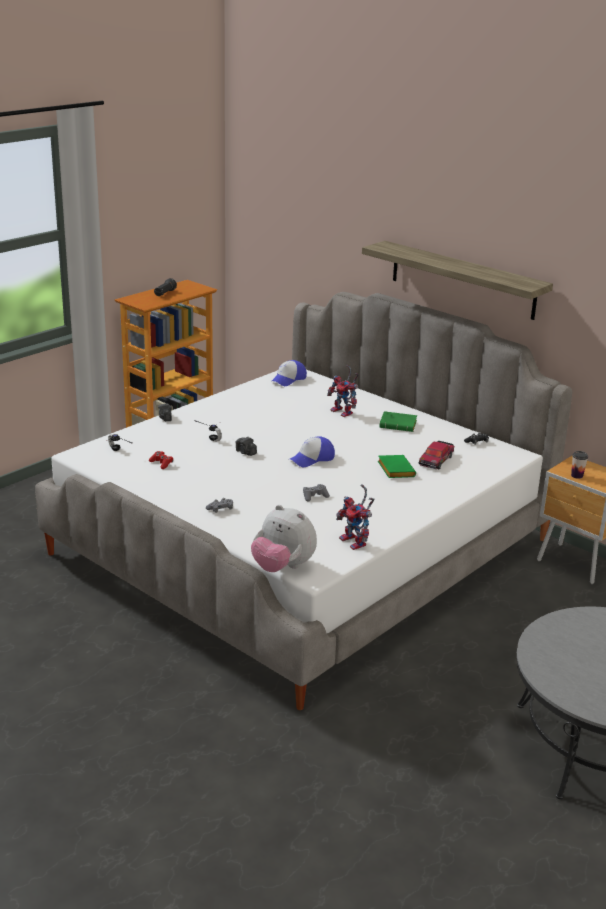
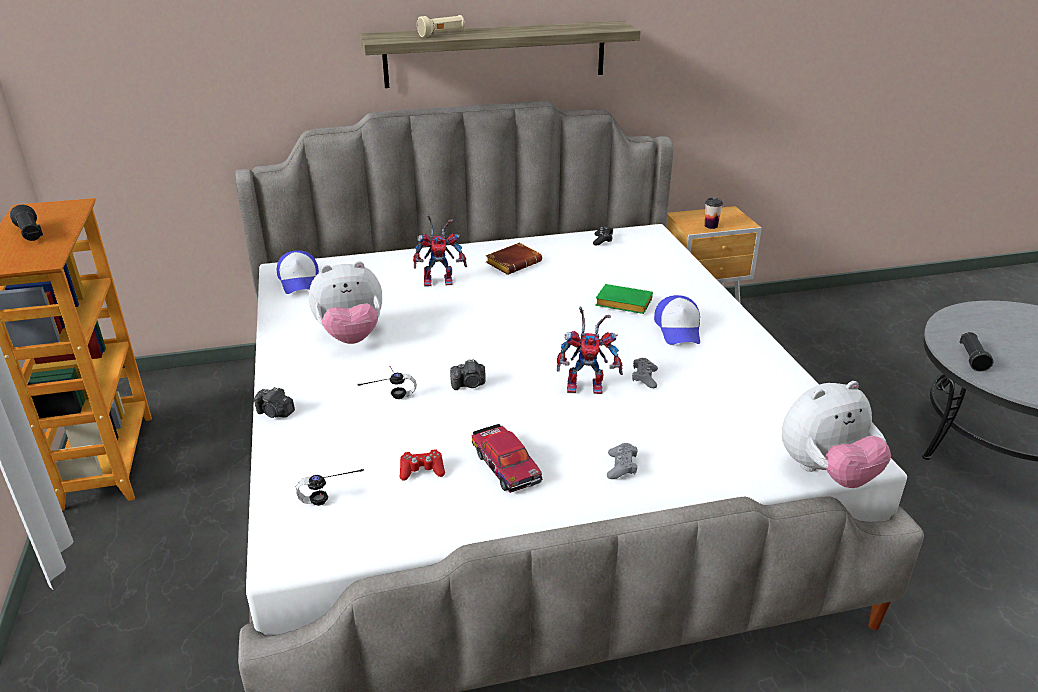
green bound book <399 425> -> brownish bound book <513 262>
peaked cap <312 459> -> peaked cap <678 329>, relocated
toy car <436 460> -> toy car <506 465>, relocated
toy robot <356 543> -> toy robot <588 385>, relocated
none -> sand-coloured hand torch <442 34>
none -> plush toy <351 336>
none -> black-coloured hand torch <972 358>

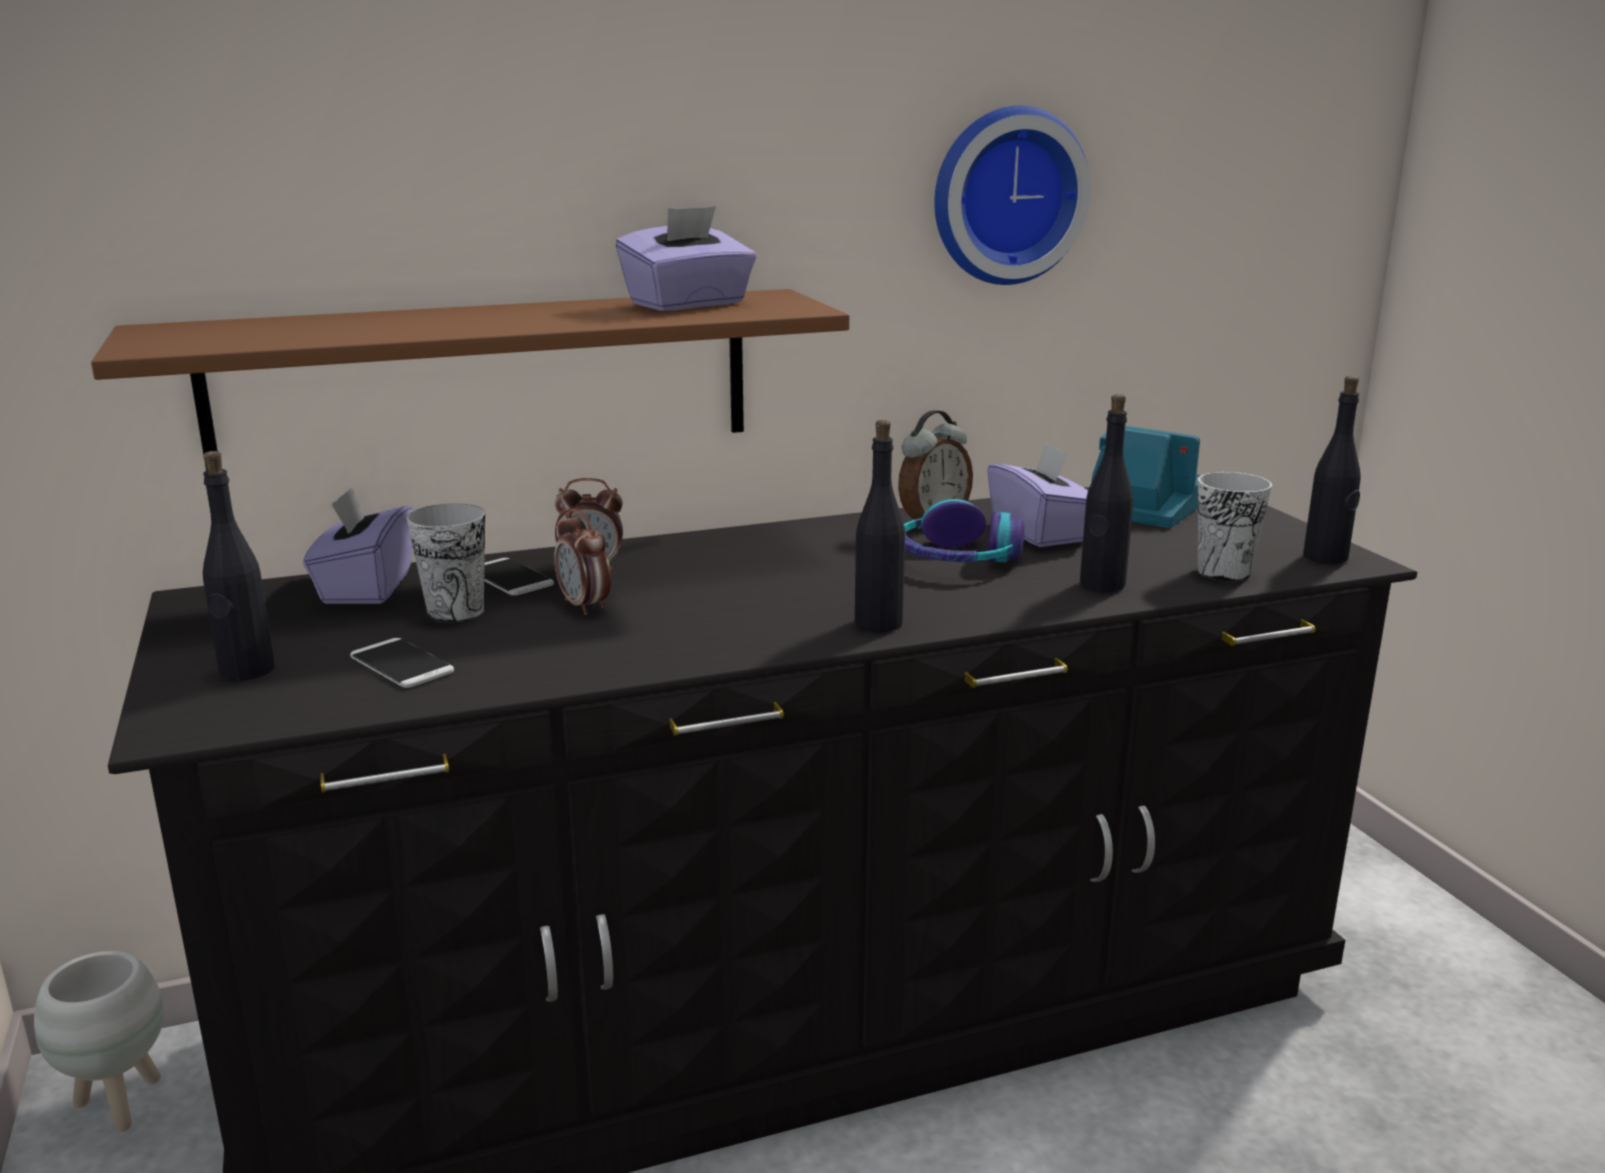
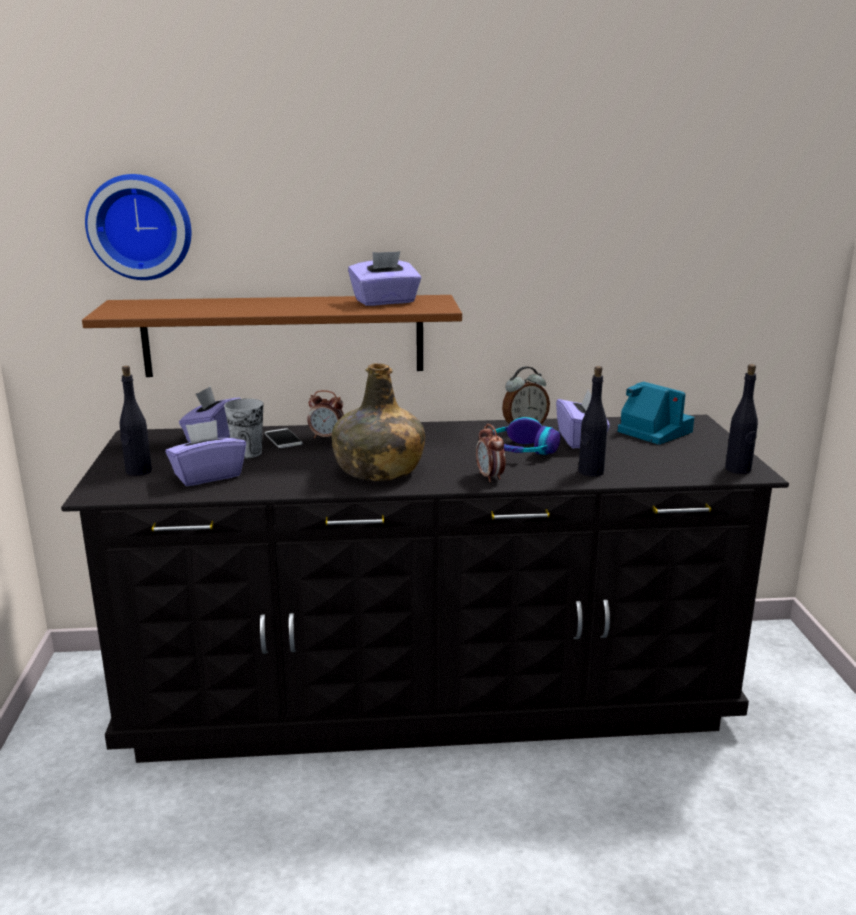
clock on the wall <1005 195> -> clock on the wall <140 227>, relocated
black-coloured drink bottle <879 623> -> none
small cup <1223 572> -> none
bedside clock <585 606> -> bedside clock <490 477>, relocated
phone <401 664> -> purple box of tissues <208 476>
whitish flower pot <121 1104> -> none
none -> green drink bottle <378 470>

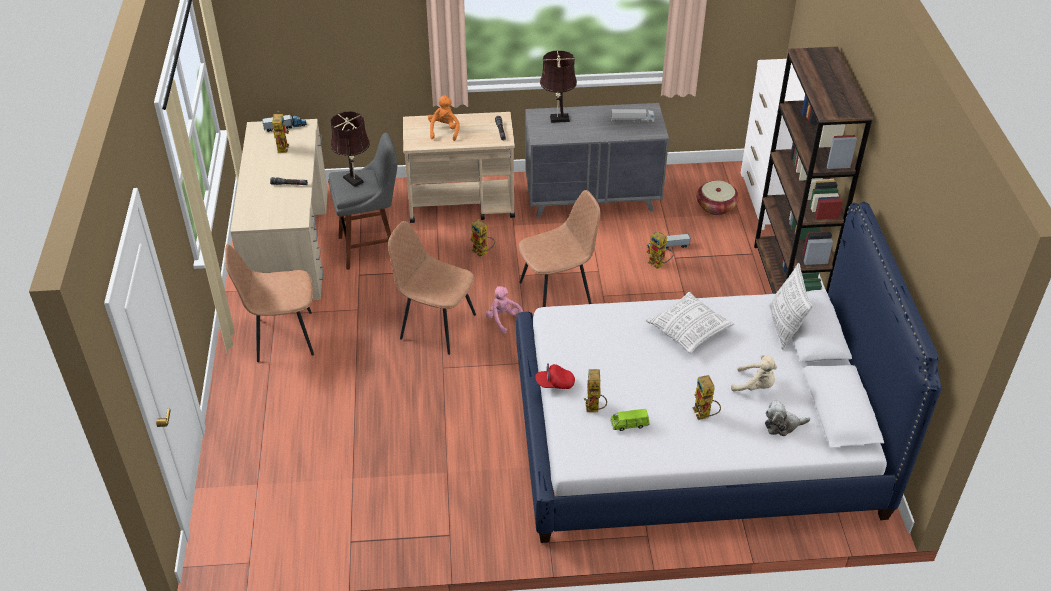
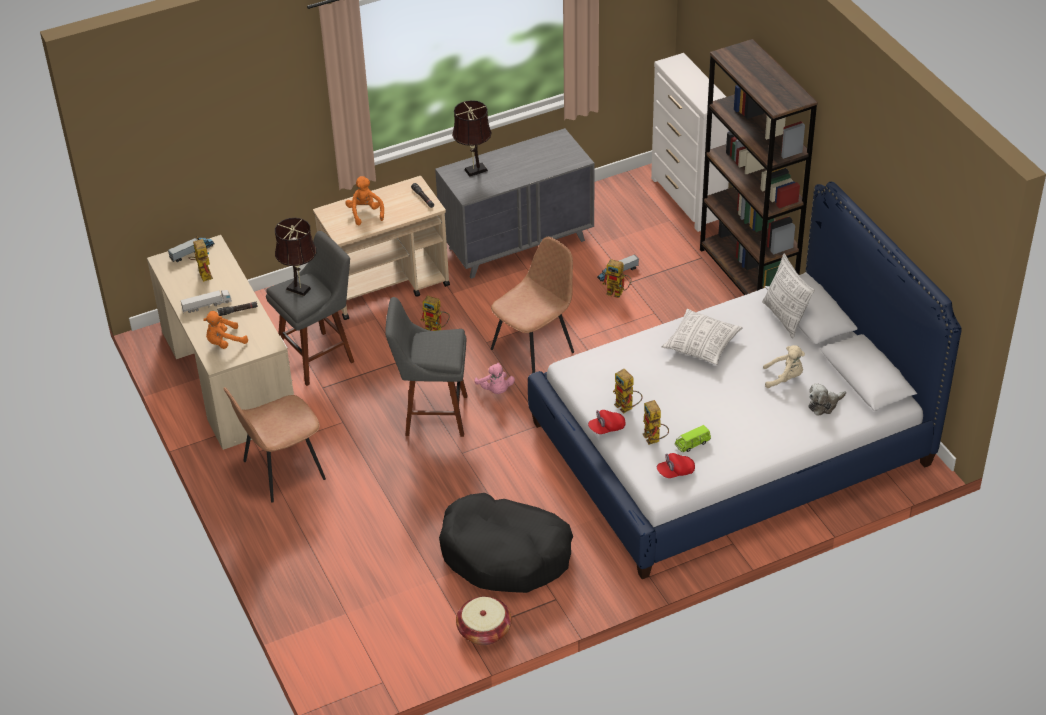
toy lorry <632 120> -> toy lorry <206 305>, relocated
storage basket <716 206> -> storage basket <484 630>, relocated
brownish chair <436 326> -> greyish sitting stool <432 415>
pink-coloured plush toy <503 320> -> pink-coloured plush toy <495 390>, 150 degrees counterclockwise
toy robot <704 415> -> toy robot <627 408>, relocated
none -> orange plush toy <224 342>
none -> red peaked cap <675 472>
none -> black-coloured pet bed <505 554>

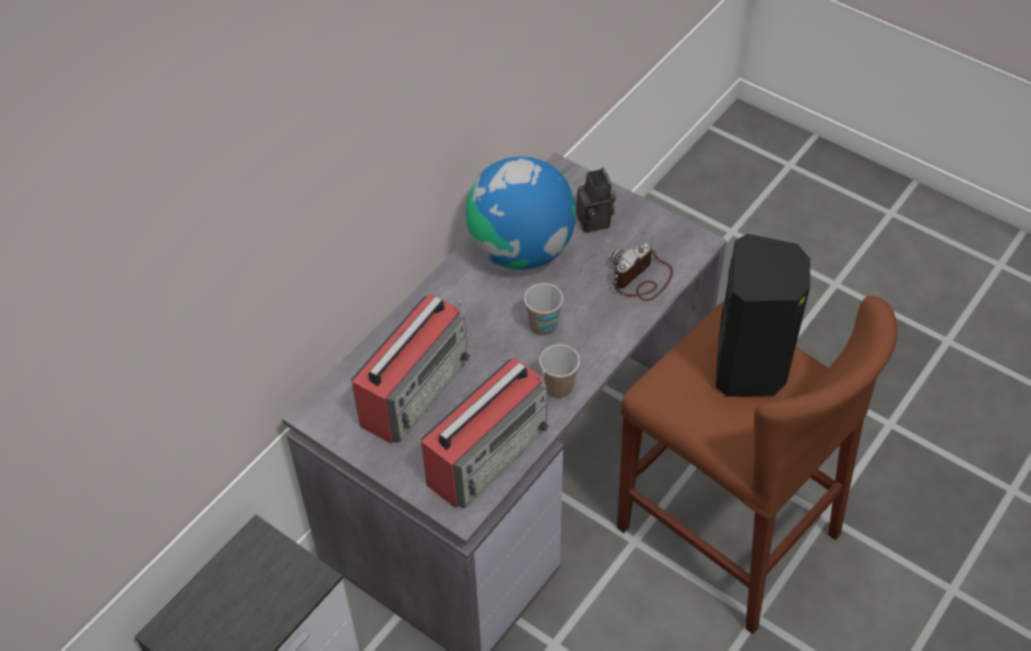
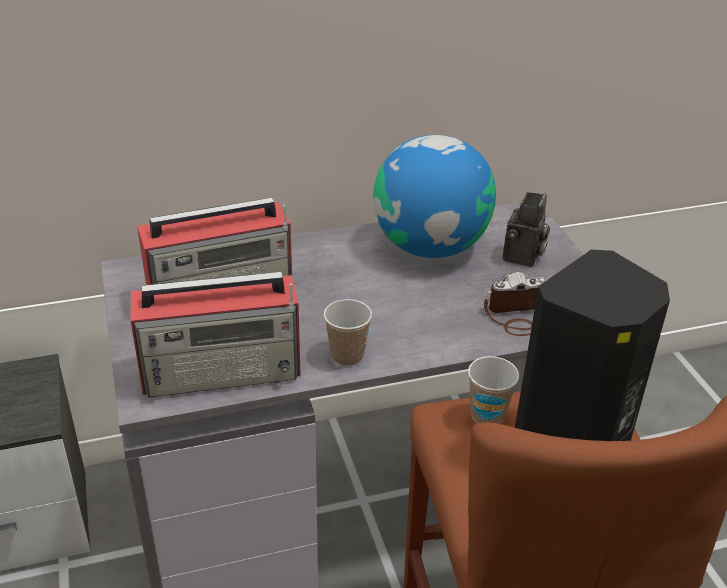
small cup <543 326> -> small cup <487 415>, relocated

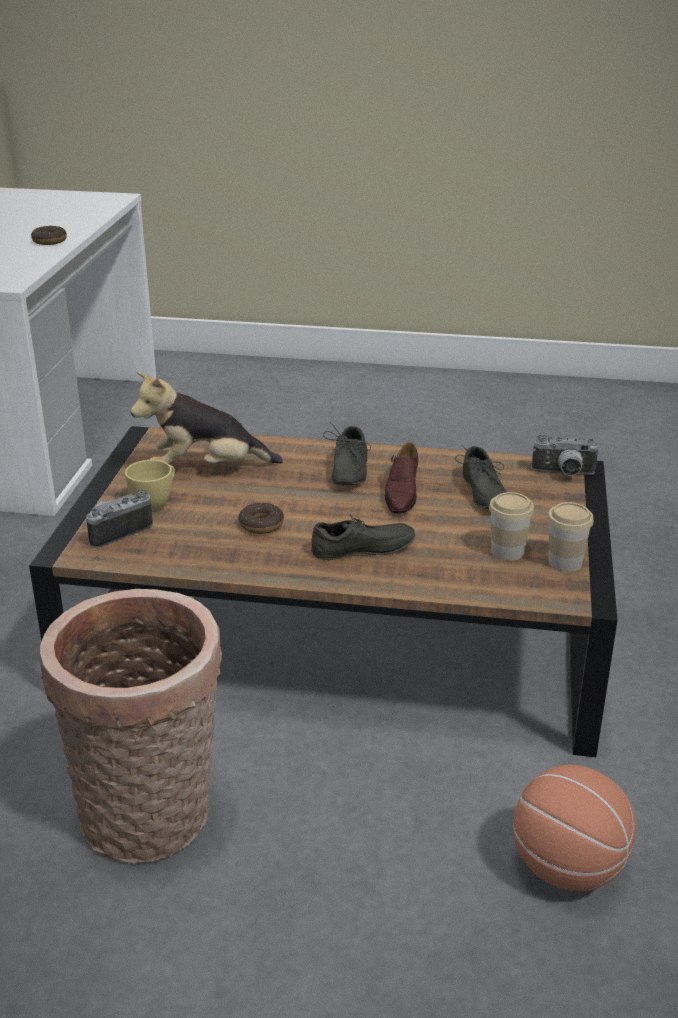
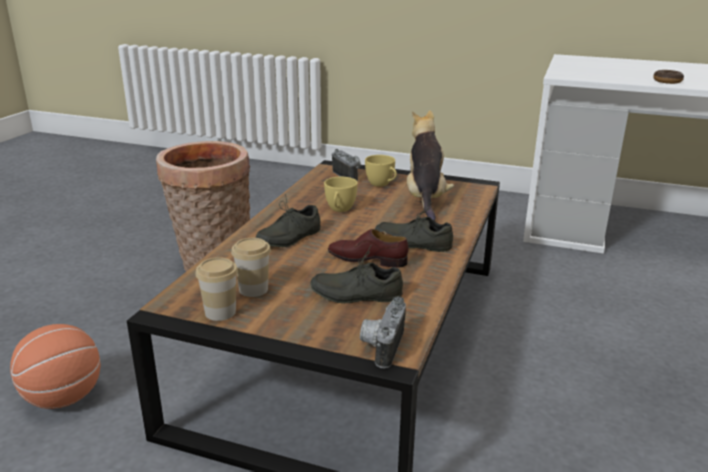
ring doughnut <261 525> -> yellow-coloured small cup <339 210>
greyish shoe <363 551> -> greyish shoe <287 237>, 45 degrees clockwise

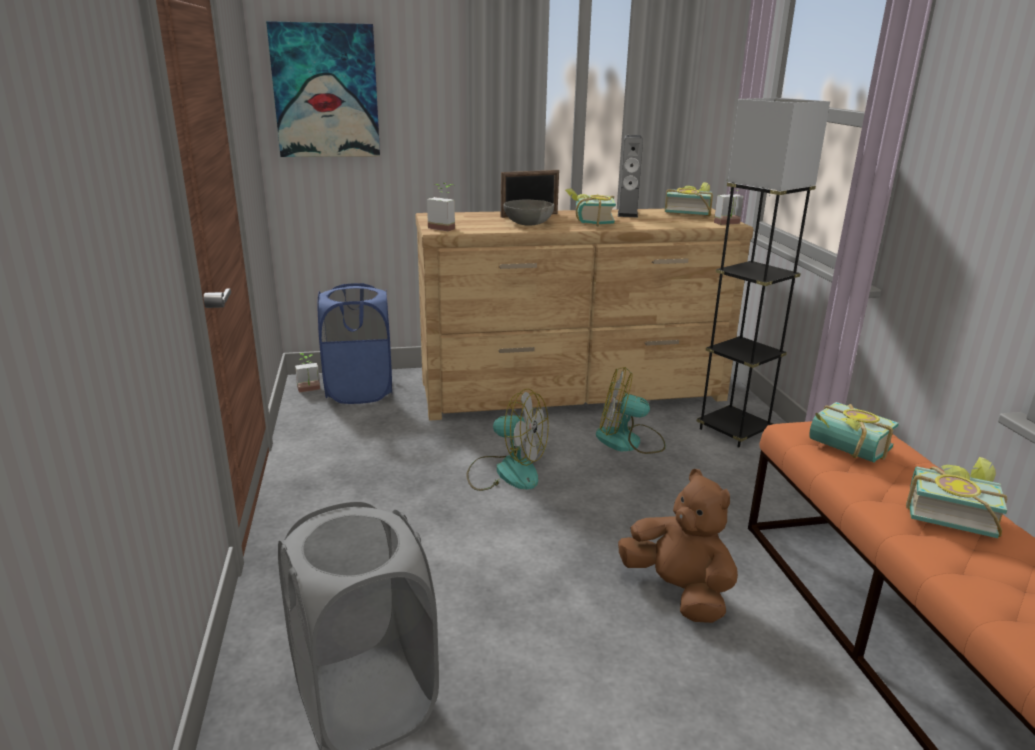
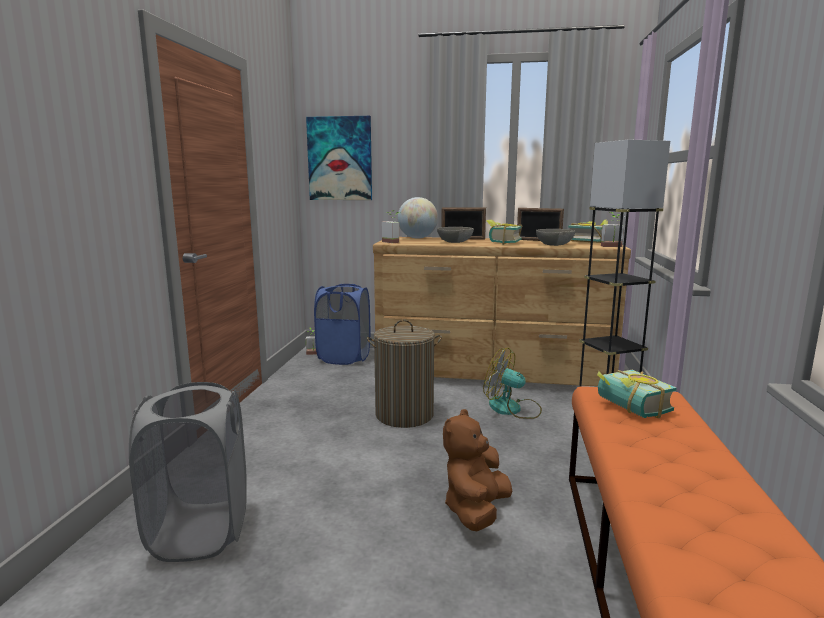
loudspeaker <627 214> -> picture frame <538 240>
electric fan <506 472> -> hamper <404 415>
bound book <949 512> -> none
brownish plush toy <678 591> -> brownish plush toy <476 511>, 135 degrees counterclockwise
none -> globe <417 238>
none -> greyish serving bowl <554 245>

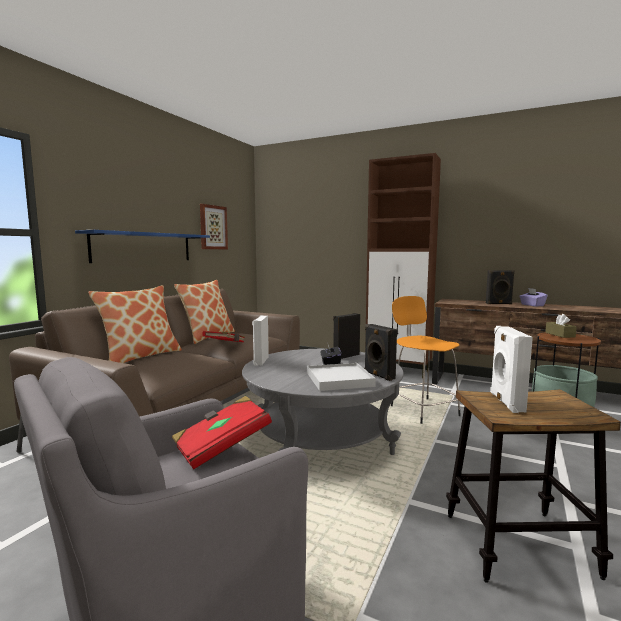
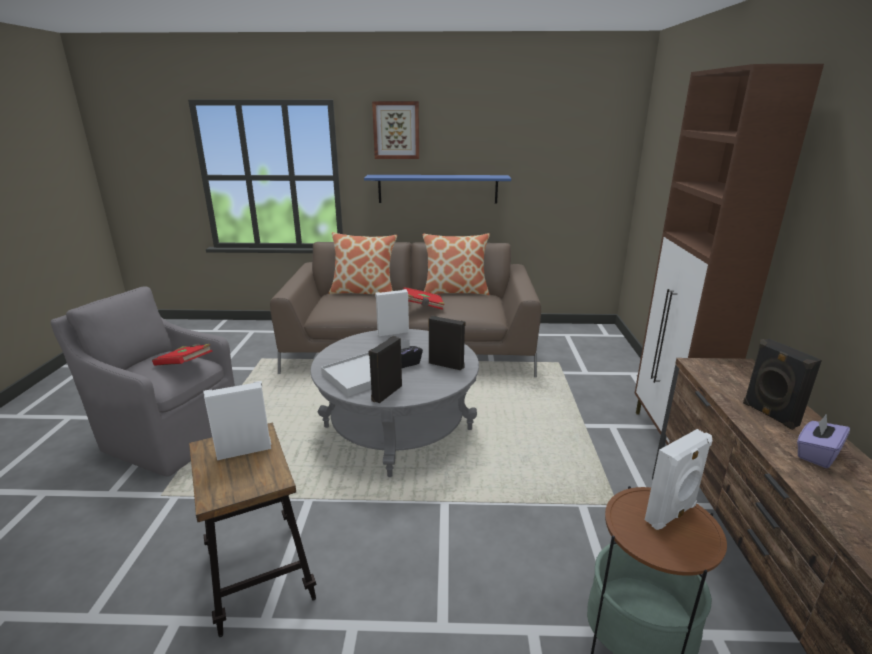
wall art <213 227> -> wall art <396 130>, relocated
orange sitting stool <422 410> -> none
brownish box of tissues <560 335> -> whitish loudspeaker <671 514>

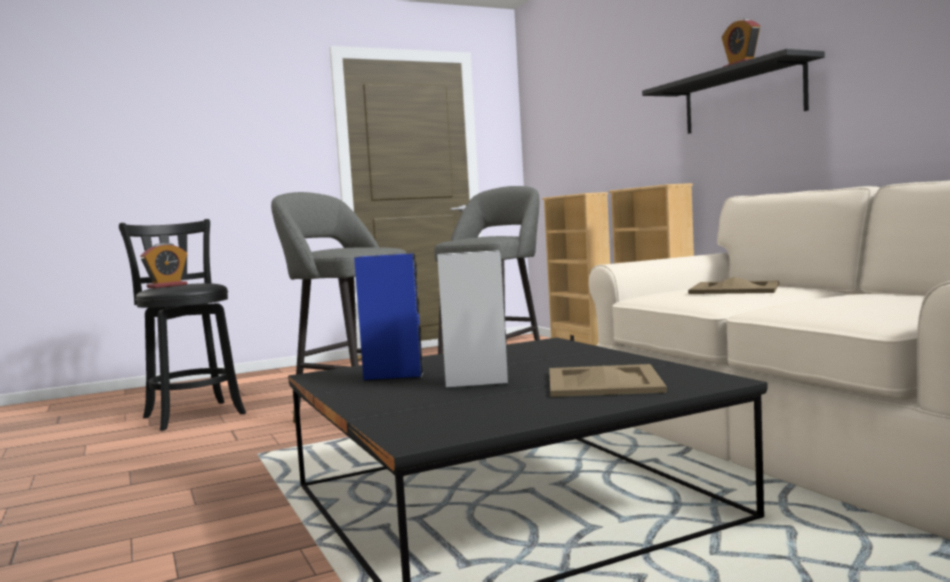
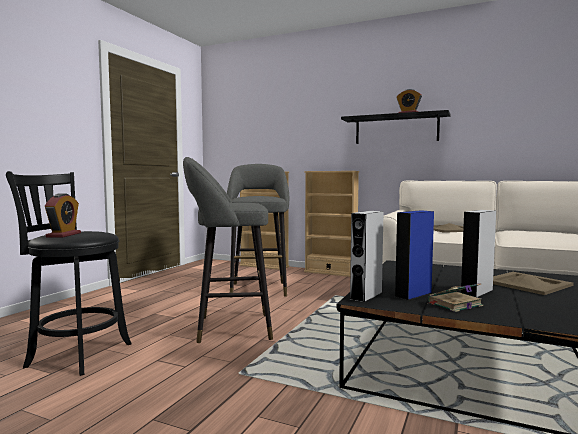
none -> greyish loudspeaker <366 296>
none -> bound book <454 304>

